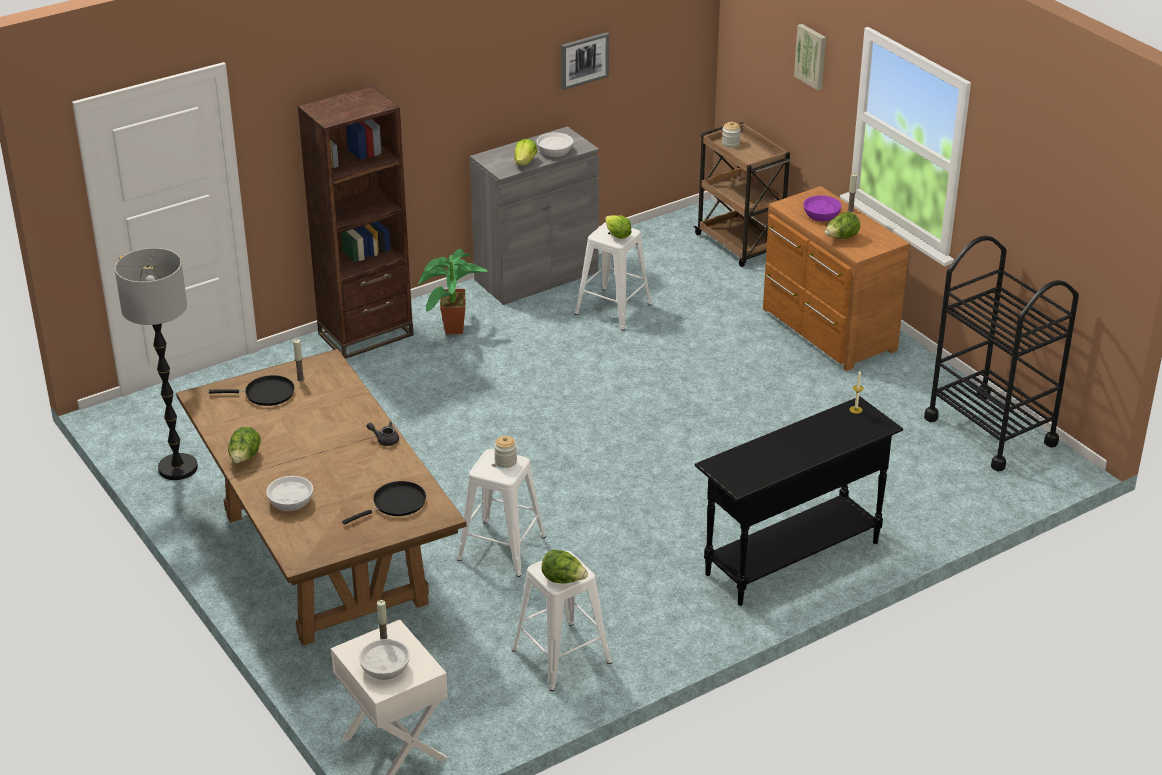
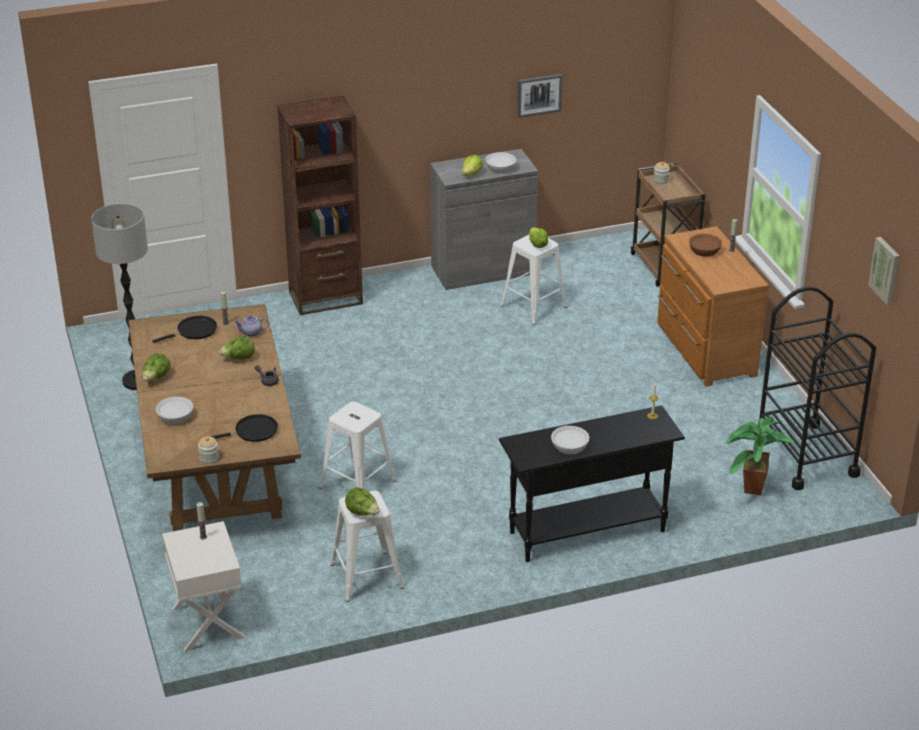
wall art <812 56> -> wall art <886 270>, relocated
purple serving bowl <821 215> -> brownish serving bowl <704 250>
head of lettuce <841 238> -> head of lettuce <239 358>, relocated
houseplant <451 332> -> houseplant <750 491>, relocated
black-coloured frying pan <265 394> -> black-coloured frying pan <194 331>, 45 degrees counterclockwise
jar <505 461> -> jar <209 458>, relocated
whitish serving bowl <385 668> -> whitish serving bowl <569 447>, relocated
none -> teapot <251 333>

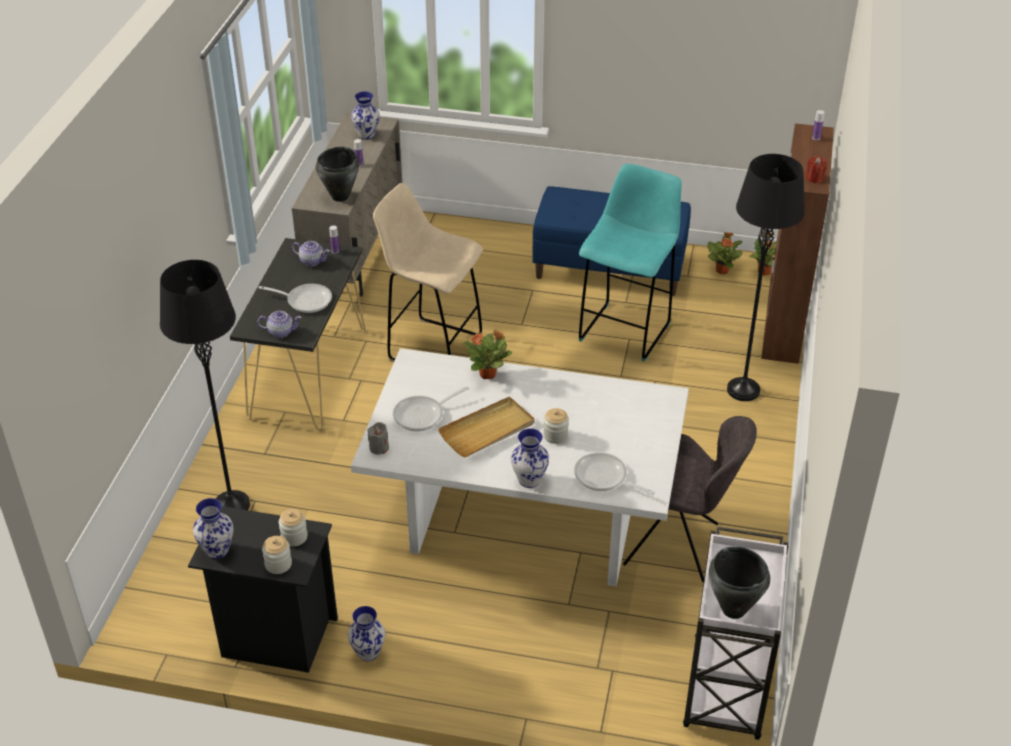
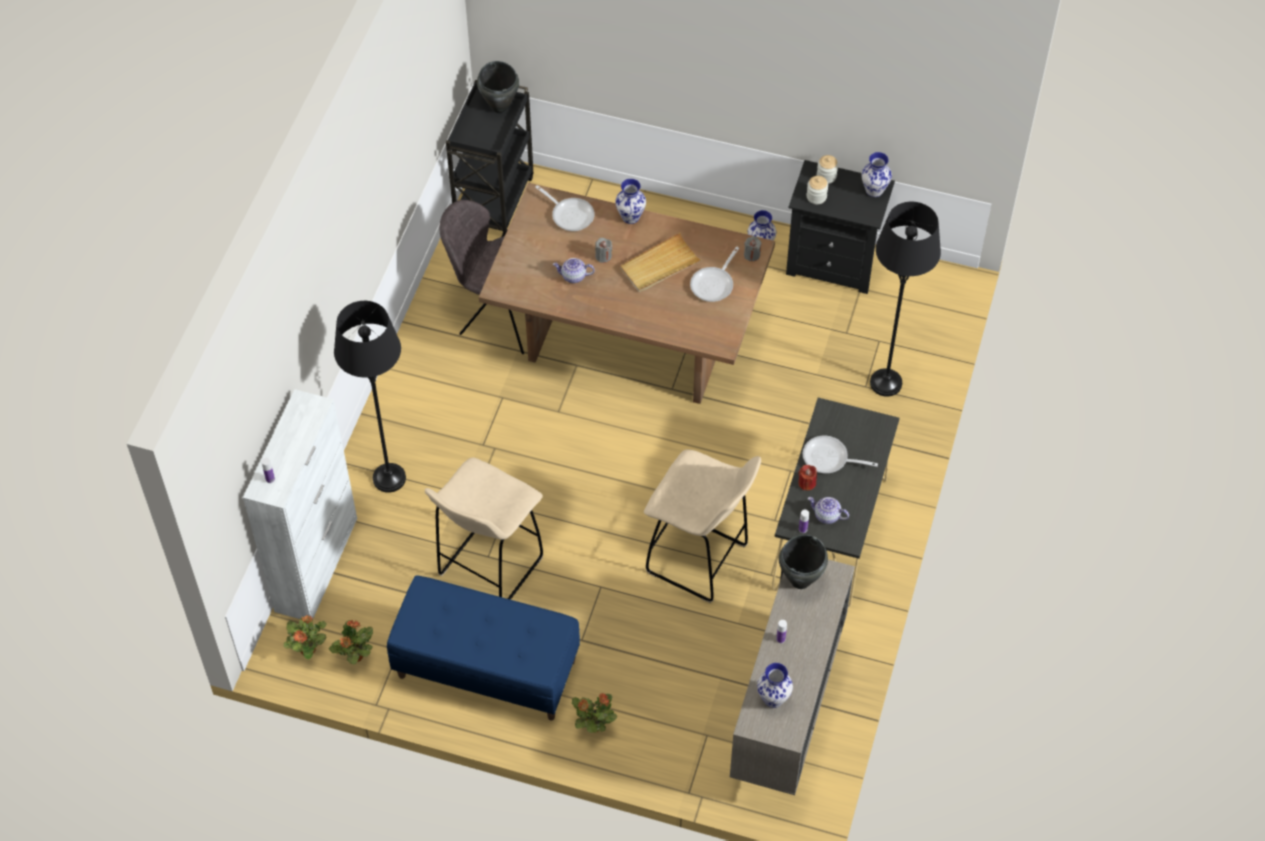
brownish cupboard <783 325> -> whitish cupboard <317 564>
red wax light <814 178> -> red wax light <807 483>, relocated
blue-green sitting stool <626 330> -> sand-coloured sitting stool <488 569>
teapot <281 332> -> teapot <573 276>, relocated
houseplant <488 374> -> houseplant <594 725>, relocated
whitish dining table <522 528> -> brownish dining table <629 343>
frying pan <423 415> -> frying pan <714 284>, 150 degrees clockwise
jar <555 435> -> greyish wax light <603 256>
whitish wheeled cart <726 690> -> black-coloured wheeled cart <494 200>

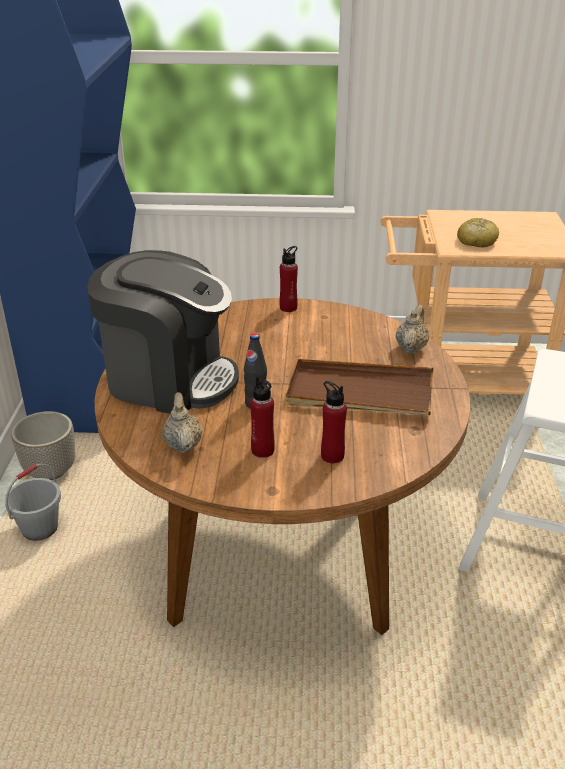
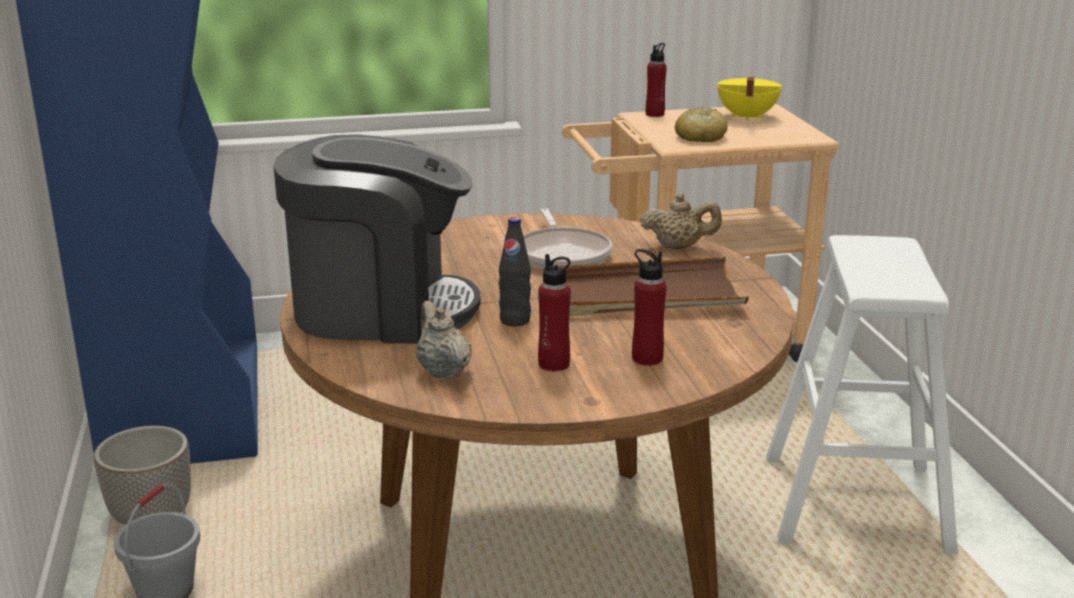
red drink bottle <288 308> -> red drink bottle <655 114>, relocated
sand-coloured teapot <411 348> -> sand-coloured teapot <679 247>, 90 degrees clockwise
none -> yellow-coloured stockpot <745 117>
none -> frying pan <563 254>

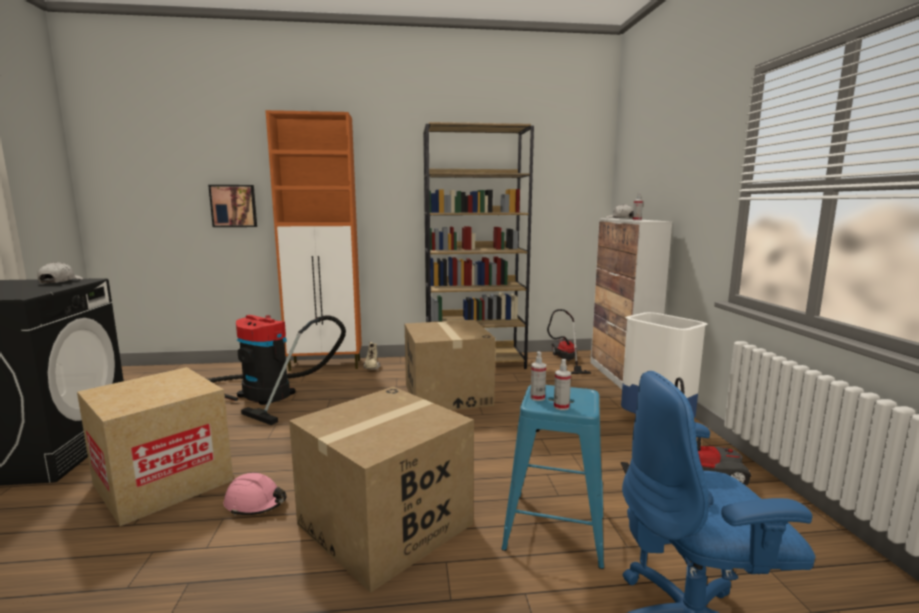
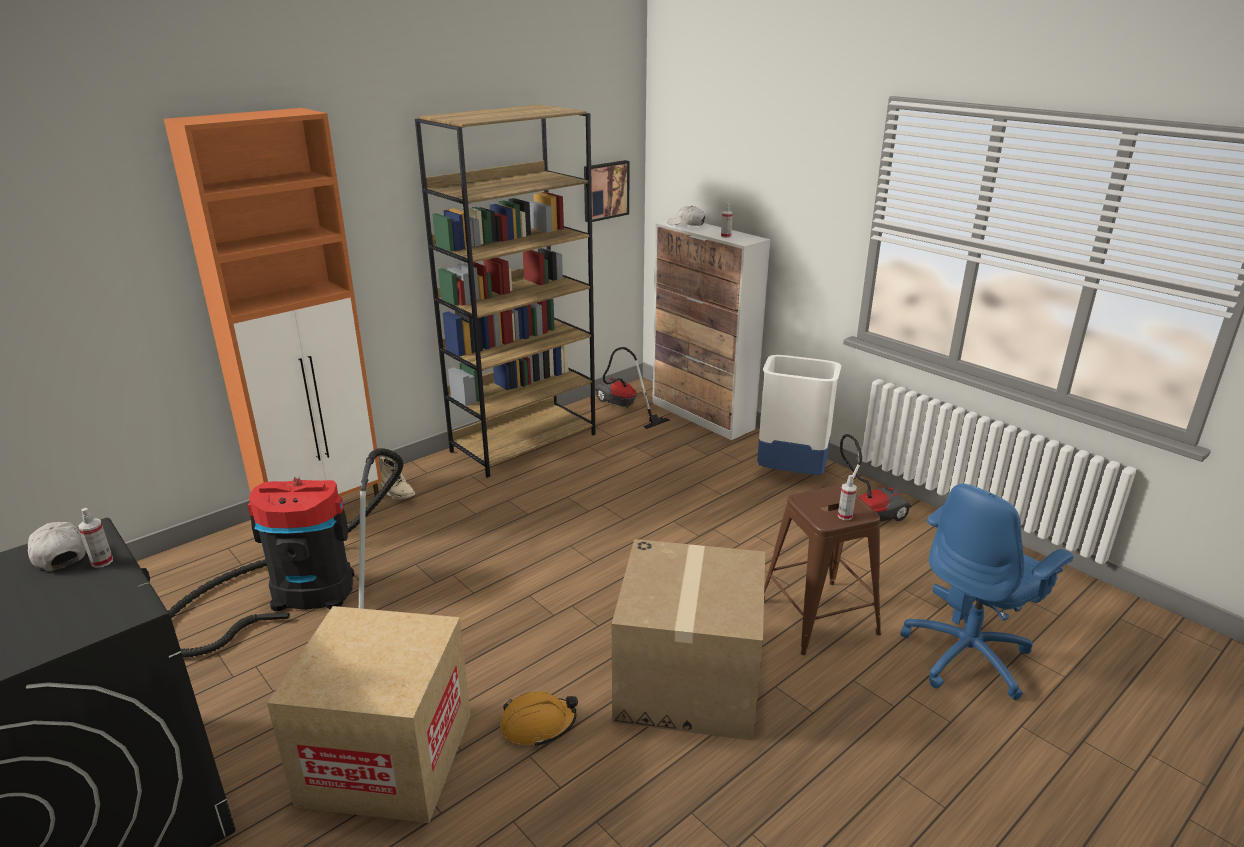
wall art <234 206> -> wall art <605 190>, relocated
carton <447 394> -> none
sprayer <537 398> -> sprayer <102 561>, relocated
bluish sitting stool <555 528> -> brownish sitting stool <818 616>
pink-coloured safety helmet <255 503> -> orange safety helmet <538 725>

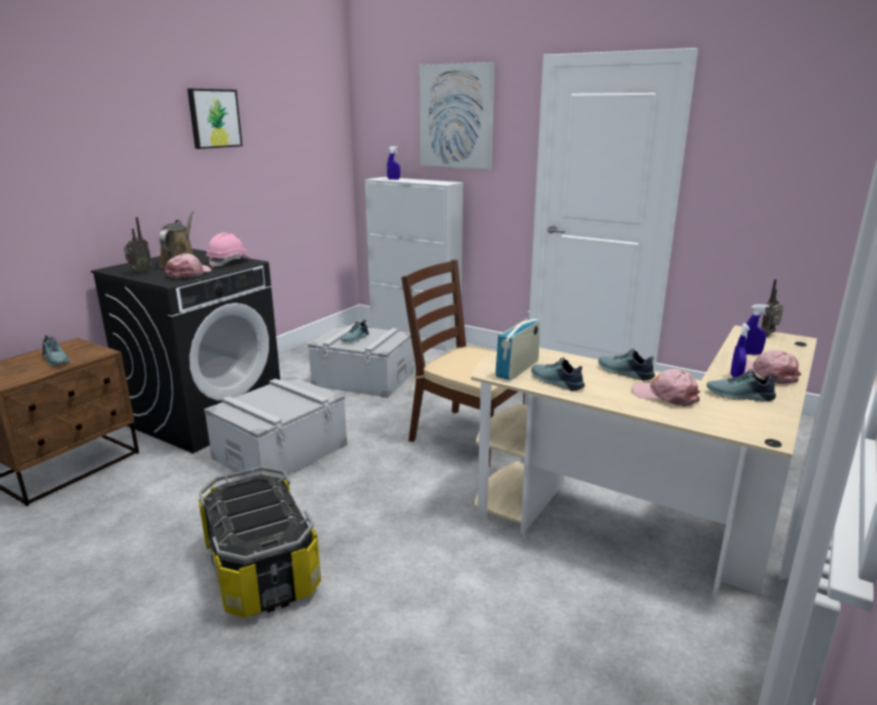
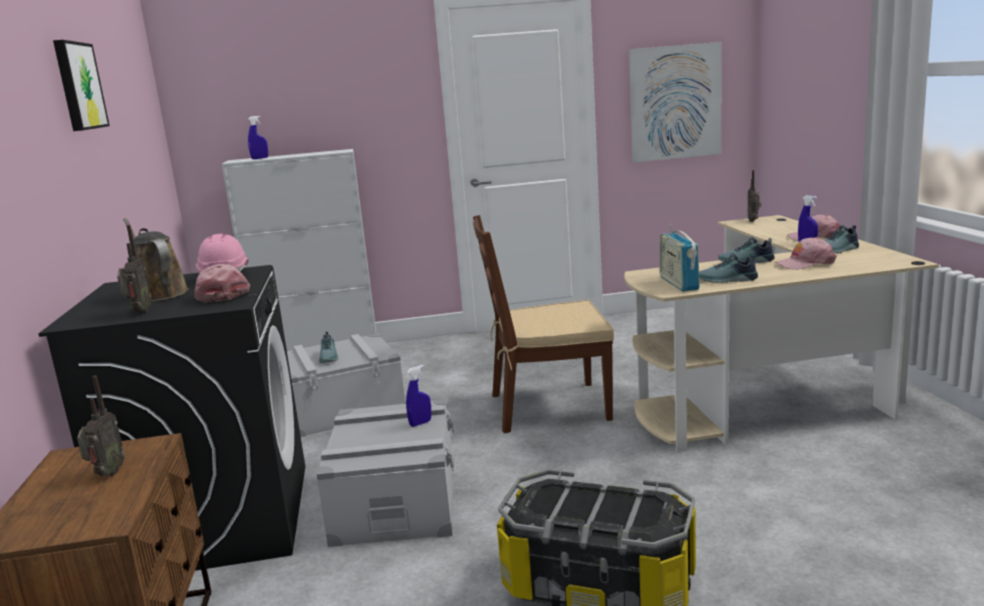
wall art <456 116> -> wall art <675 102>, relocated
bluish sprayer <750 354> -> bluish sprayer <420 423>, relocated
shoe <57 360> -> radio <106 475>

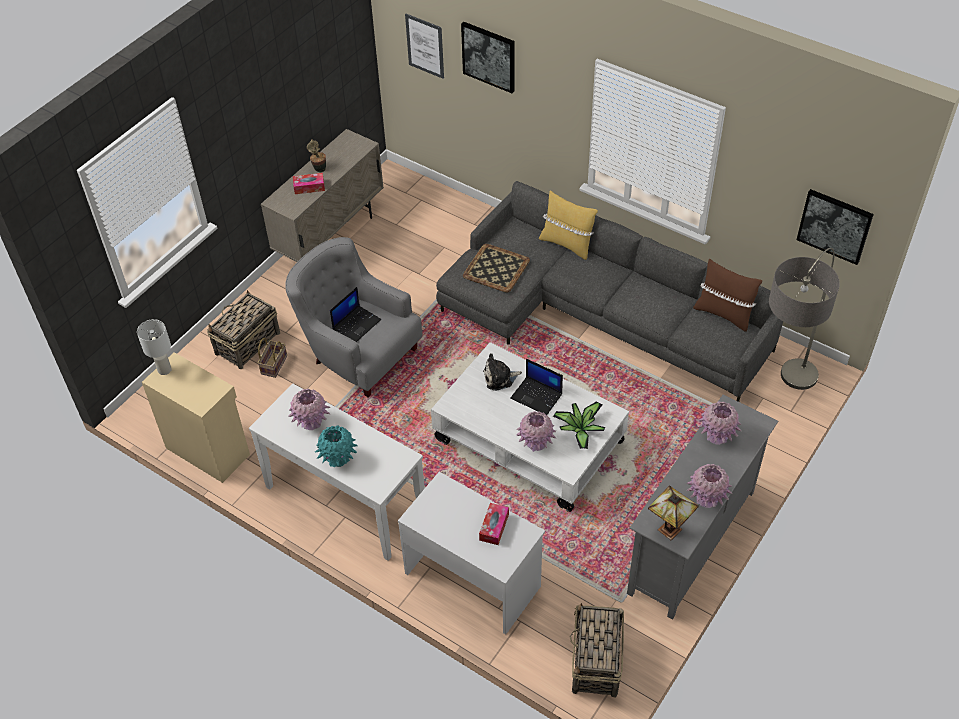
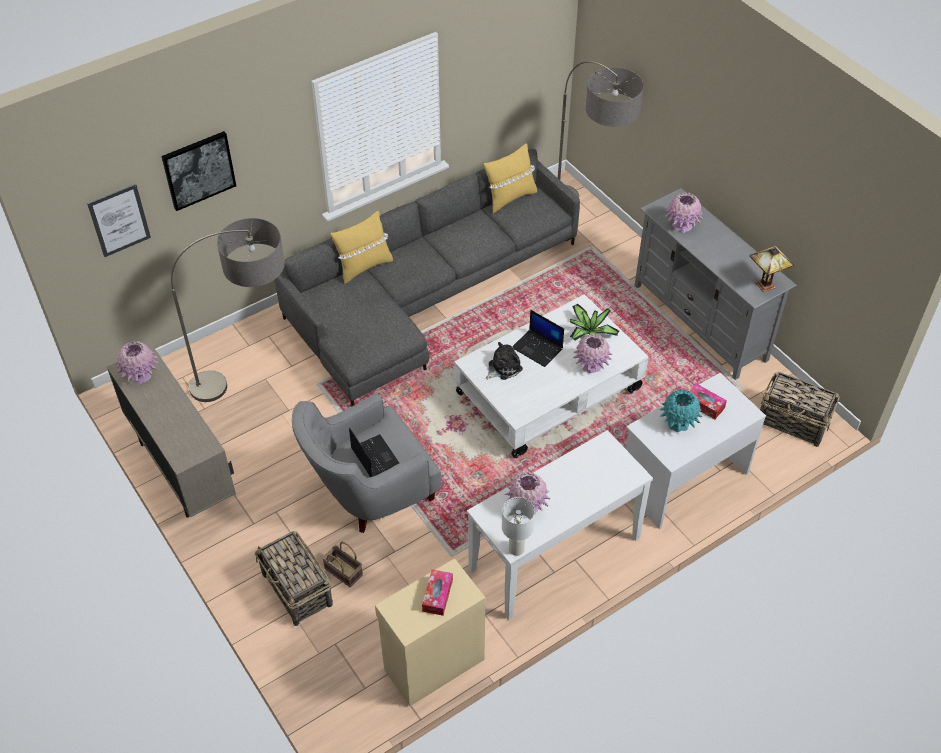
houseplant <318 168> -> none
box of tissues <309 187> -> box of tissues <437 595>, relocated
wall art <834 226> -> none
carrying tray <496 268> -> none
brownish throw pillow <723 314> -> yellow-coloured throw pillow <510 198>
whitish lamp for a table <165 369> -> whitish lamp for a table <516 548>, relocated
plush toy <500 378> -> plush toy <503 367>, 135 degrees counterclockwise
laptop <537 396> -> laptop <538 348>, 75 degrees clockwise
blue-green decorative vase <338 458> -> blue-green decorative vase <678 423>, relocated
pink-coloured decorative vase <707 498> -> pink-coloured decorative vase <141 375>, relocated
none -> floor lamp <254 386>

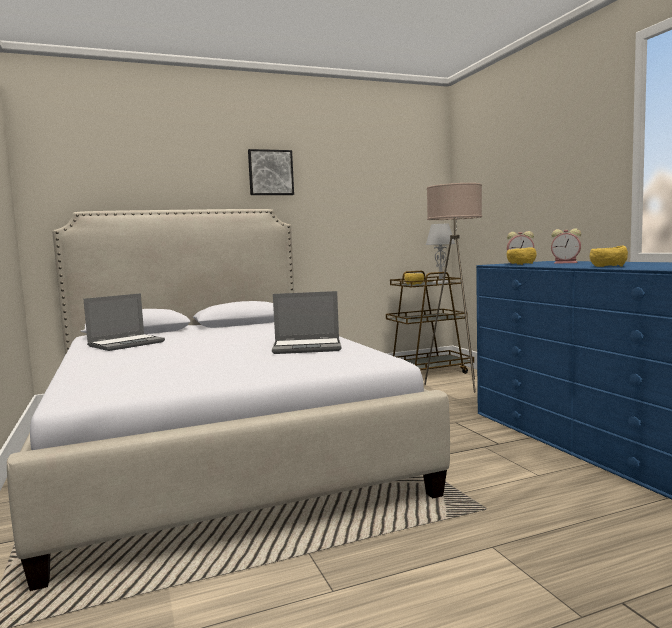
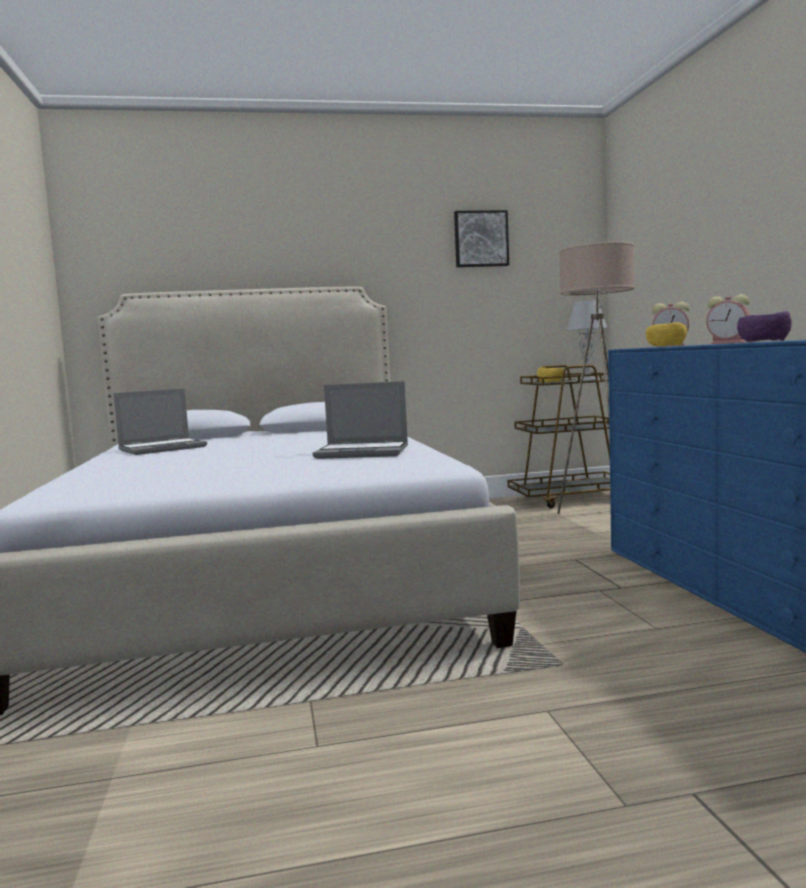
wall art <270 173> -> wall art <480 239>, relocated
yellow-coloured serving bowl <607 267> -> purple serving bowl <762 341>

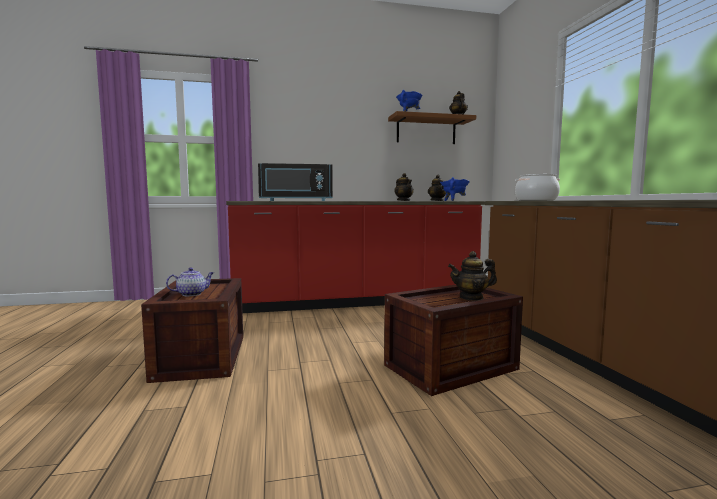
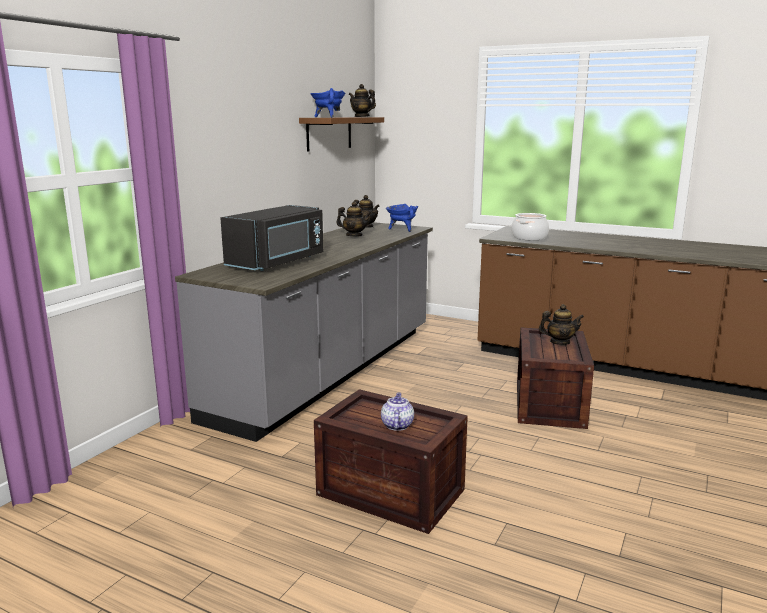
red counter <356 301> -> greyish counter <329 372>
teapot <471 297> -> teapot <559 342>, 120 degrees counterclockwise

